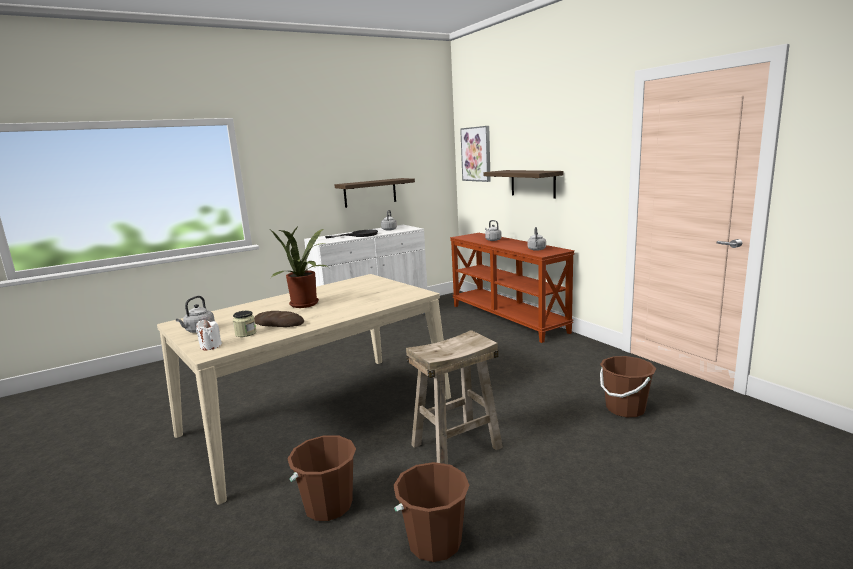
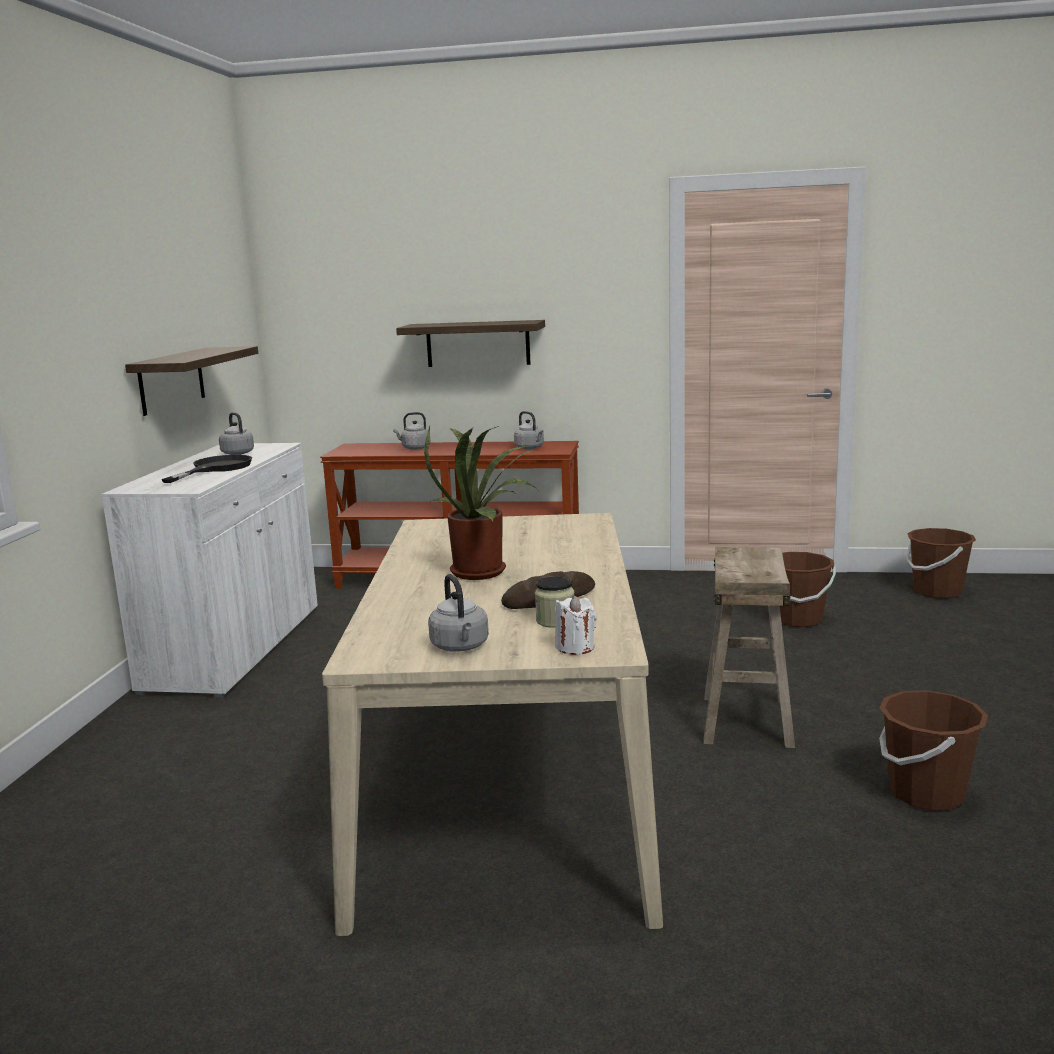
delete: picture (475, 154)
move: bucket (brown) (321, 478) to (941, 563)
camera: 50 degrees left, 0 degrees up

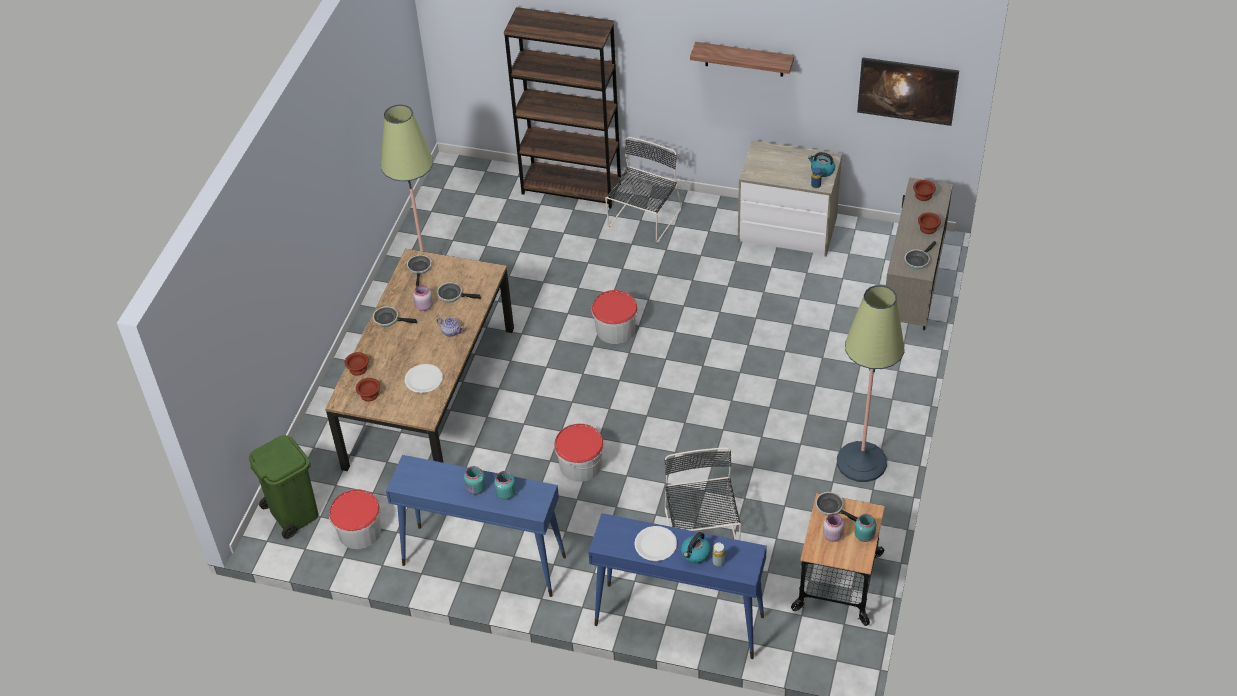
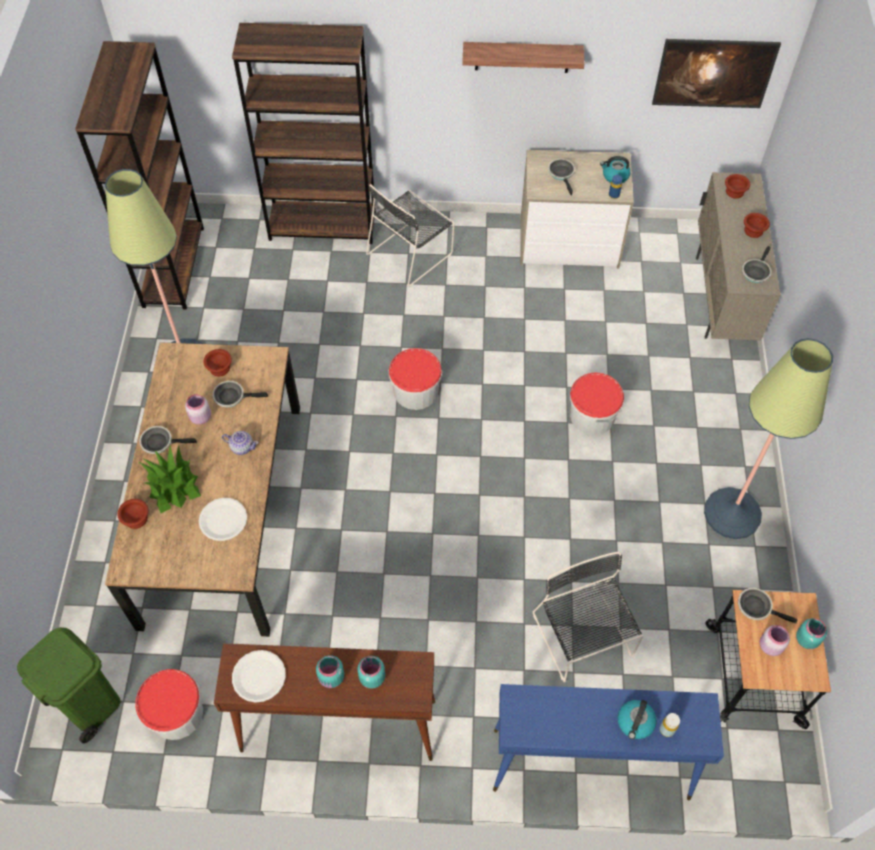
insert: bookcase (brown) (139, 175); potted plant (170, 479)
move: frying pan (419, 271) to (561, 177); bowl (brown) (368, 389) to (218, 363); bucket (579, 453) to (597, 404); plate (white) (655, 543) to (259, 676)
recolor: console table (blue) (476, 526) to console table (brown) (324, 702)
rotate: chair (black) (643, 190) = (410, 235) 150 degrees counterclockwise
camera: 15 degrees left, 10 degrees up

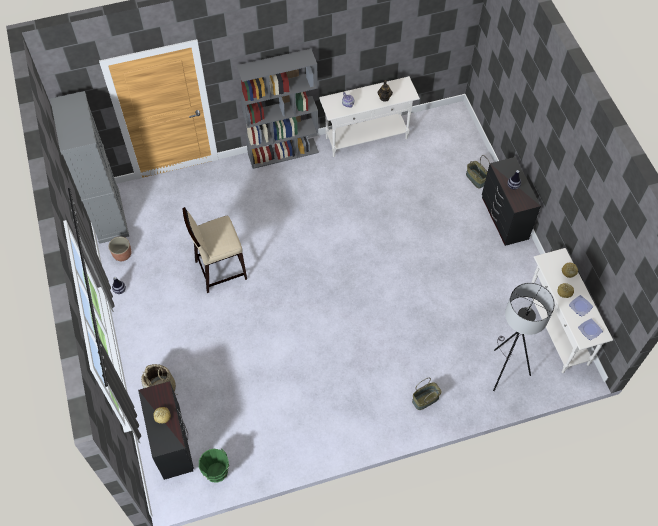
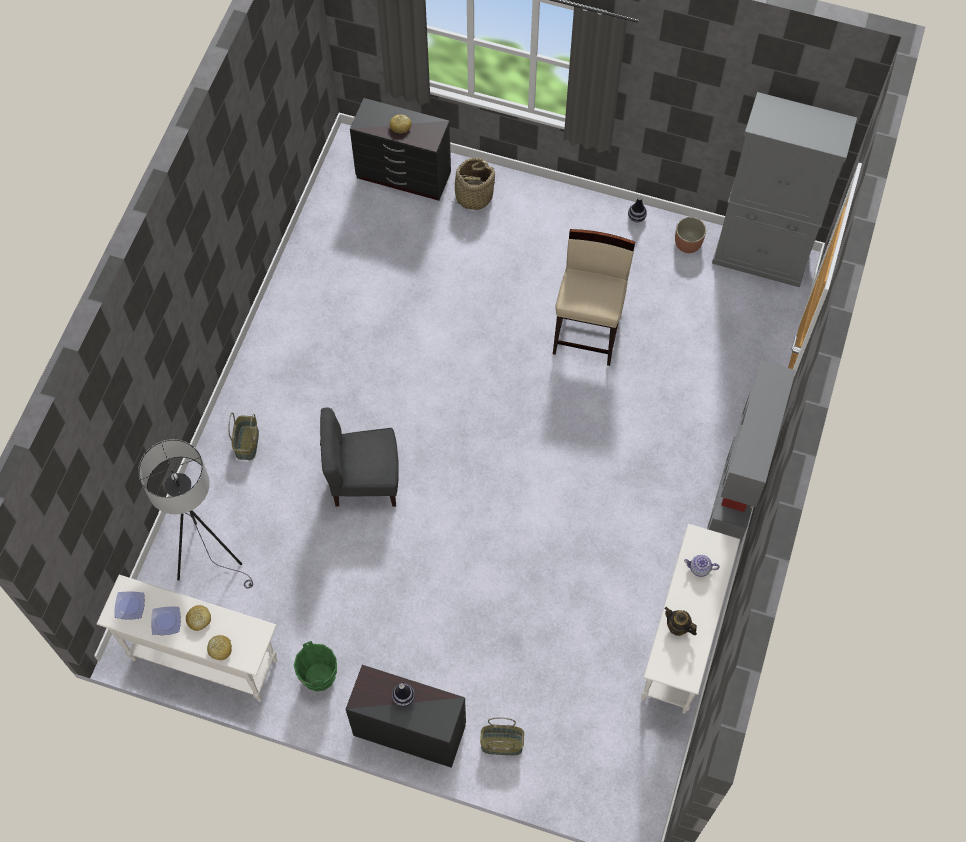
insert: chair (grey) (359, 457)
move: bucket (green) (214, 465) to (315, 666)
camera: 125 degrees right, 5 degrees up

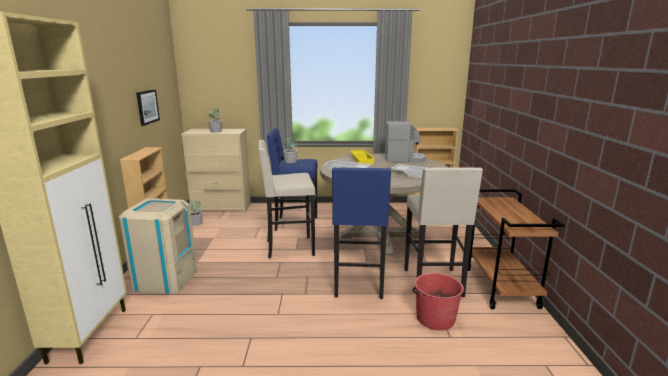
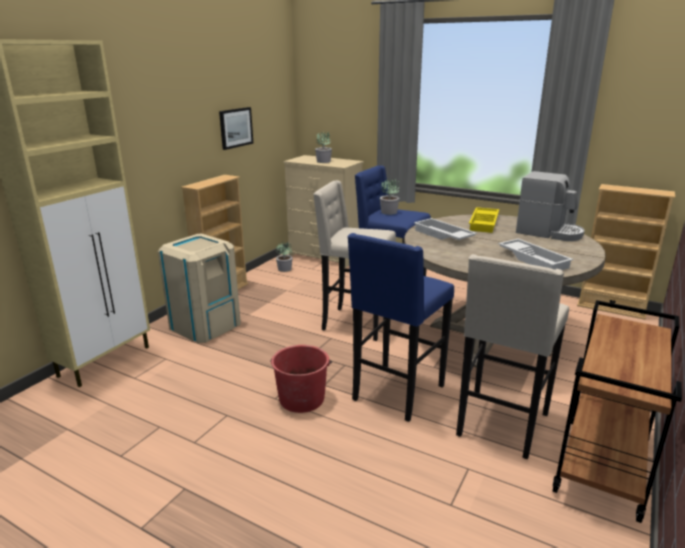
move: bucket (red) (438, 301) to (301, 379)
camera: 30 degrees right, 5 degrees up

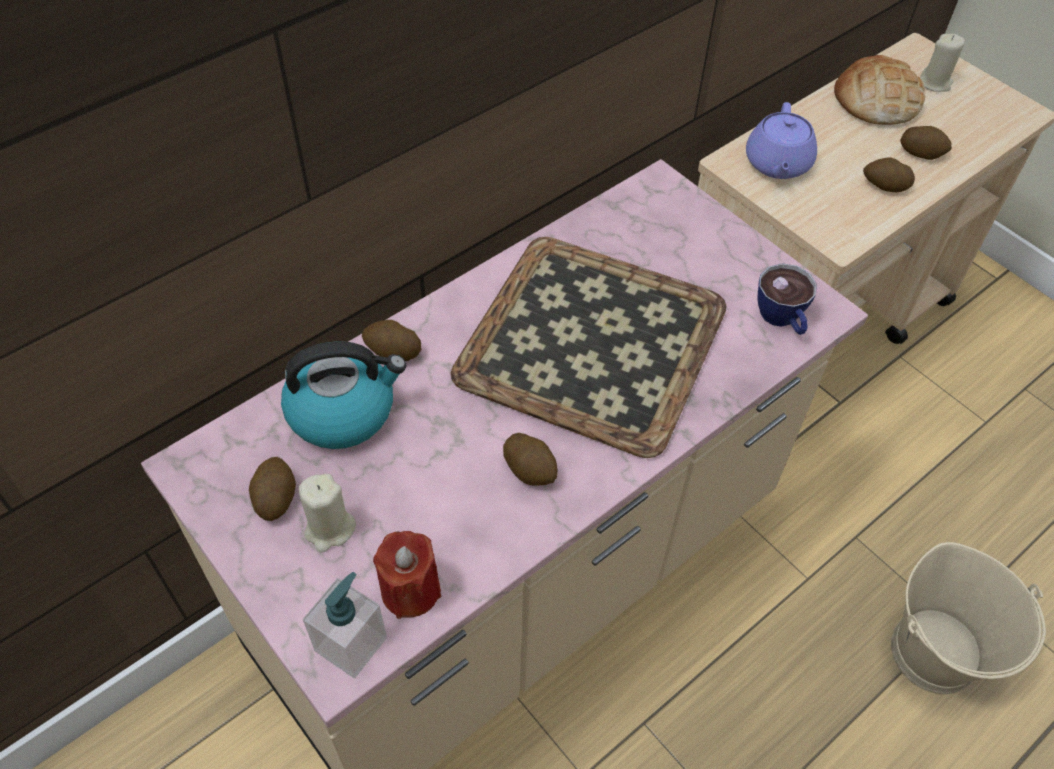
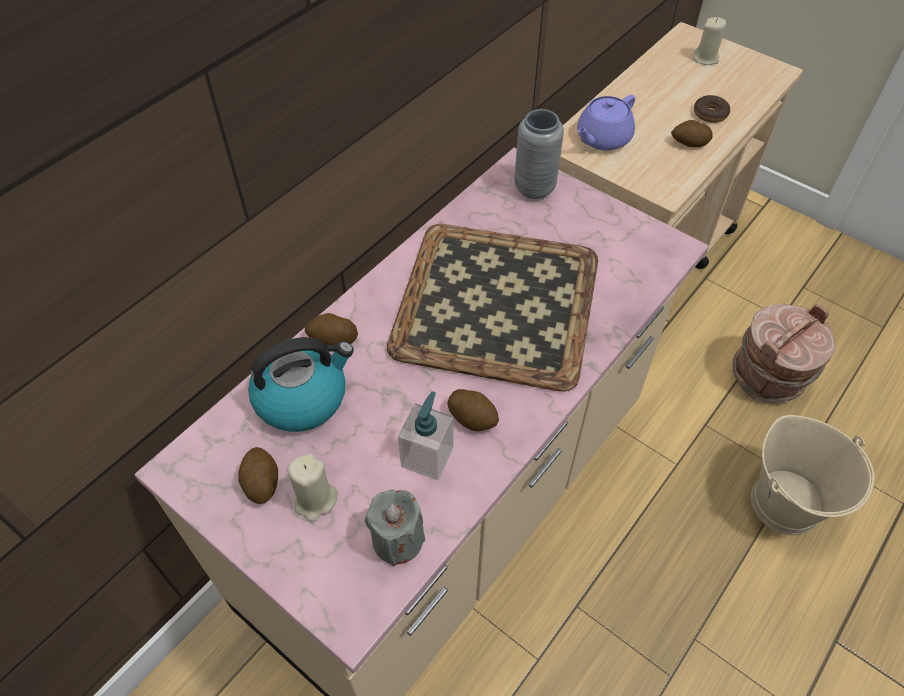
delete: bread (879, 90); cup (787, 299)
insert: vase (grey) (539, 154); bucket (brown) (783, 353)
move: soap dispenser (345, 625) to (425, 435)
replace: potato (926, 143) to donut (712, 109)
recolor: candle (red) (407, 575) to candle (grey) (395, 527)
rotate: teapot (purple) (781, 140) = (606, 123) 45 degrees clockwise
camera: 10 degrees left, 0 degrees up

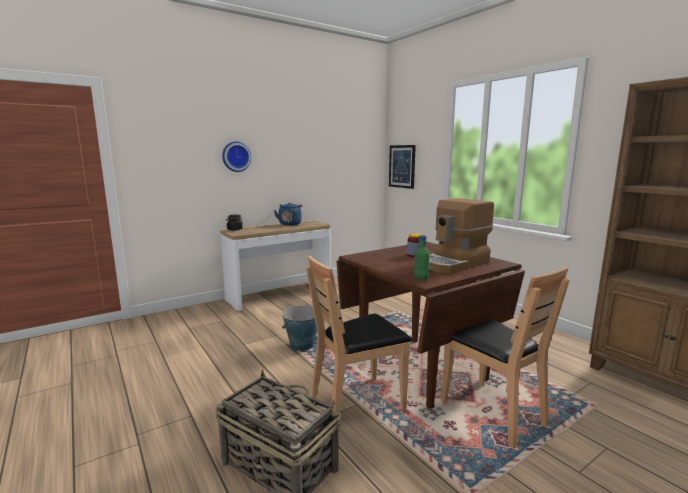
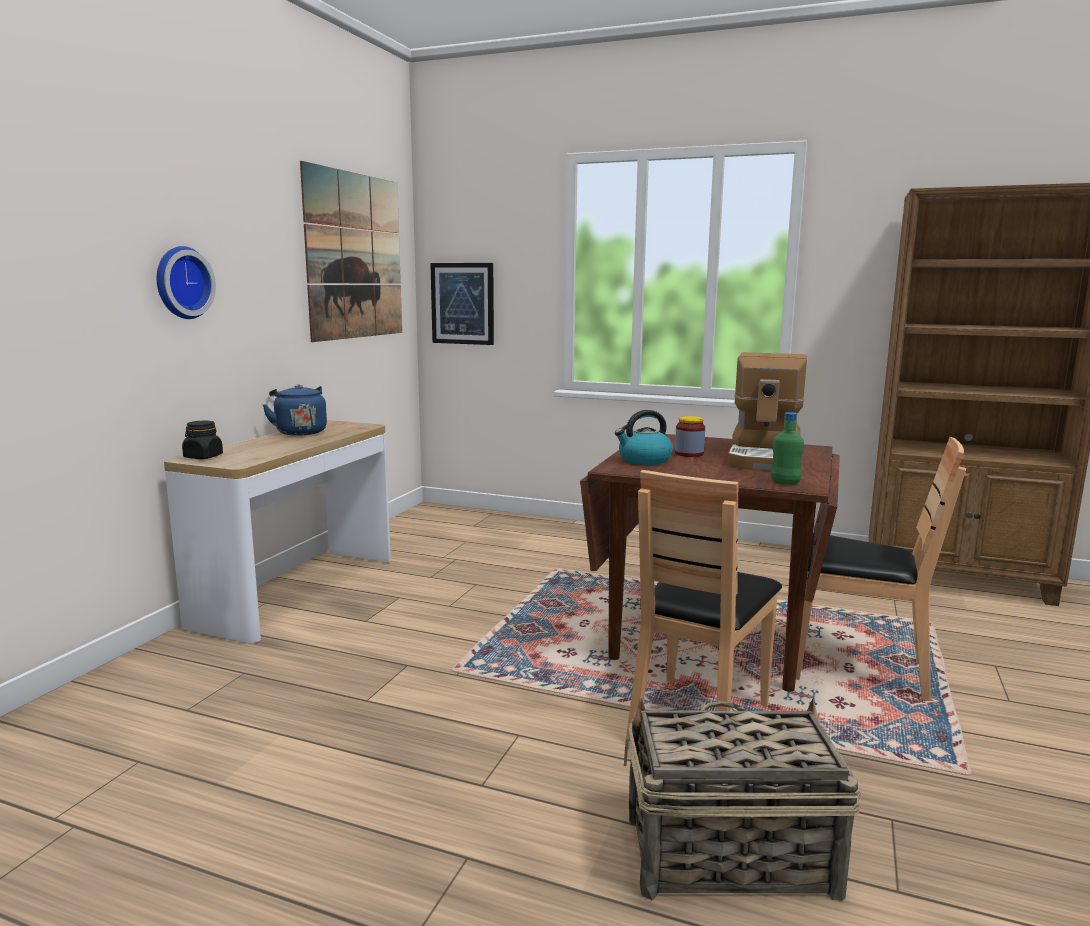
delete: bucket (299, 327)
insert: picture (351, 251); kettle (644, 437)
camera: 35 degrees left, 0 degrees up

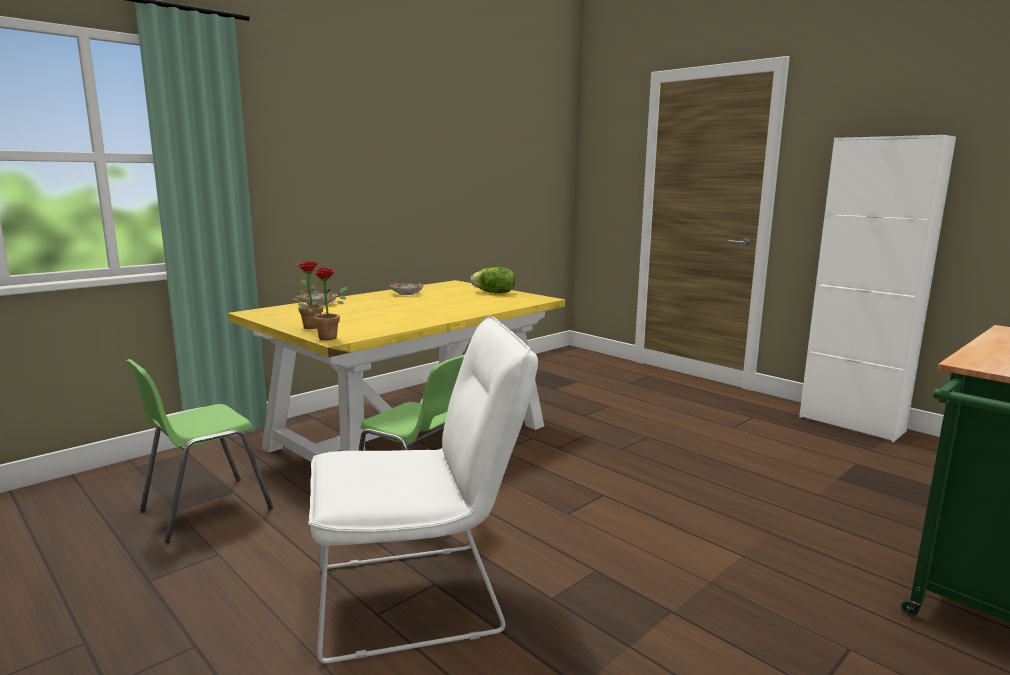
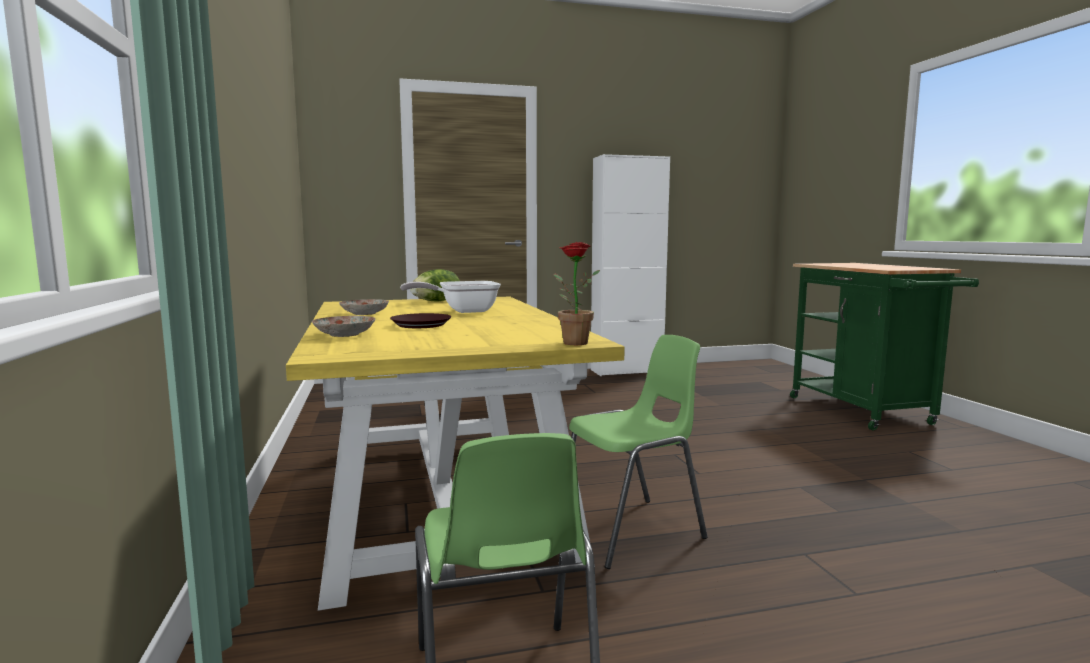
delete: potted plant (308, 295); chair (white) (423, 490)
insert: frying pan (450, 297); plate (brown) (421, 320)
camera: 60 degrees left, 5 degrees down

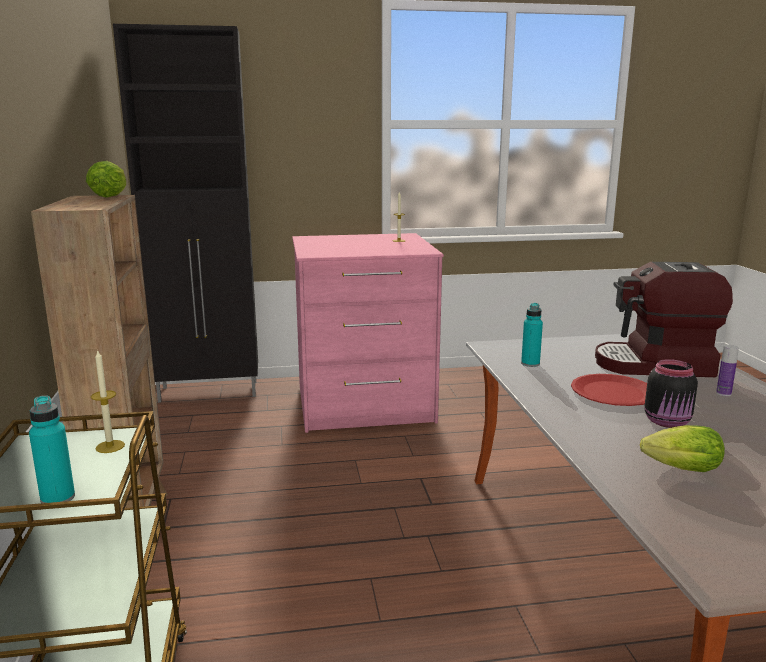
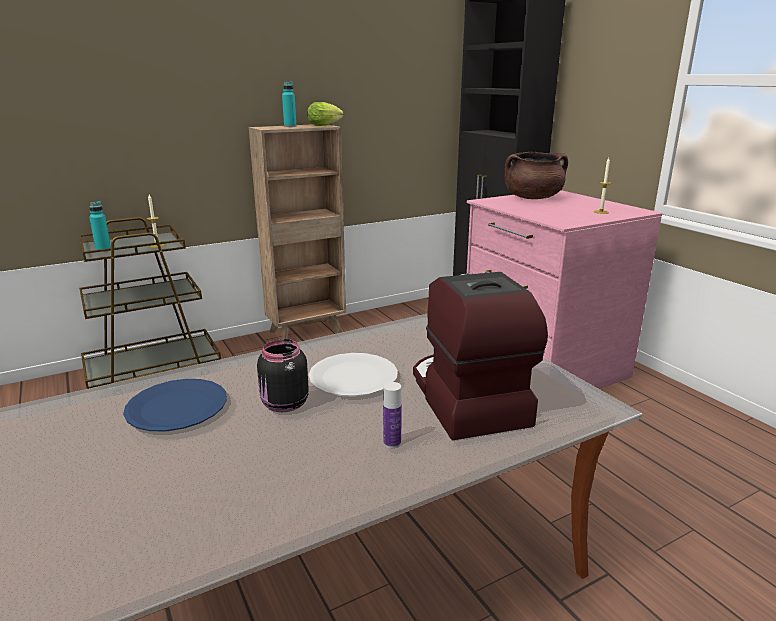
insert: cooking pot (brown) (536, 175)
move: bottle (turquoise) (532, 335) to (289, 104)
replace: lettuce (682, 448) to plate (blue) (175, 405)
recolor: plate (red) (609, 390) to plate (white) (353, 375)
camera: 70 degrees right, 5 degrees up

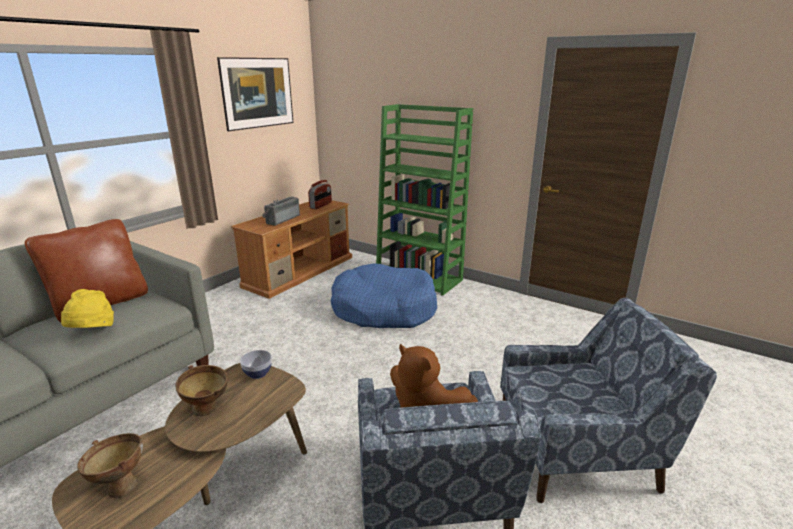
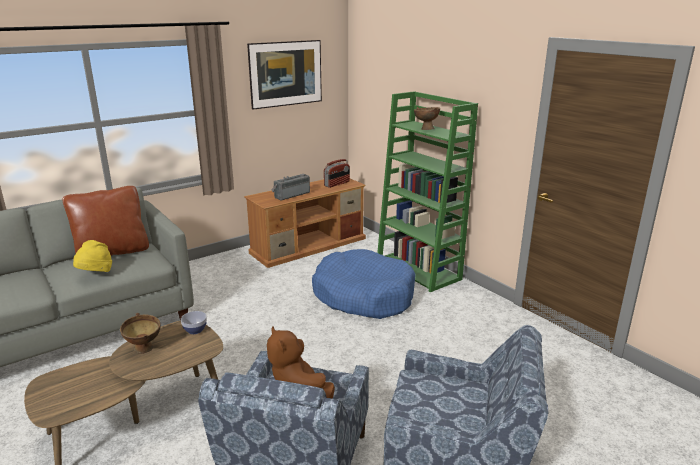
move: bowl (brown) (110, 465) to (427, 118)
camera: 20 degrees right, 0 degrees up

